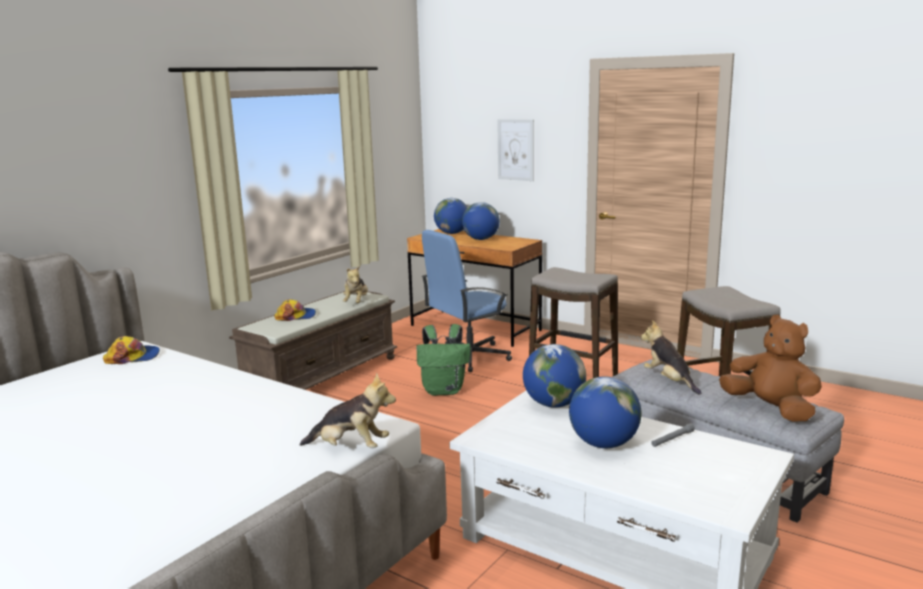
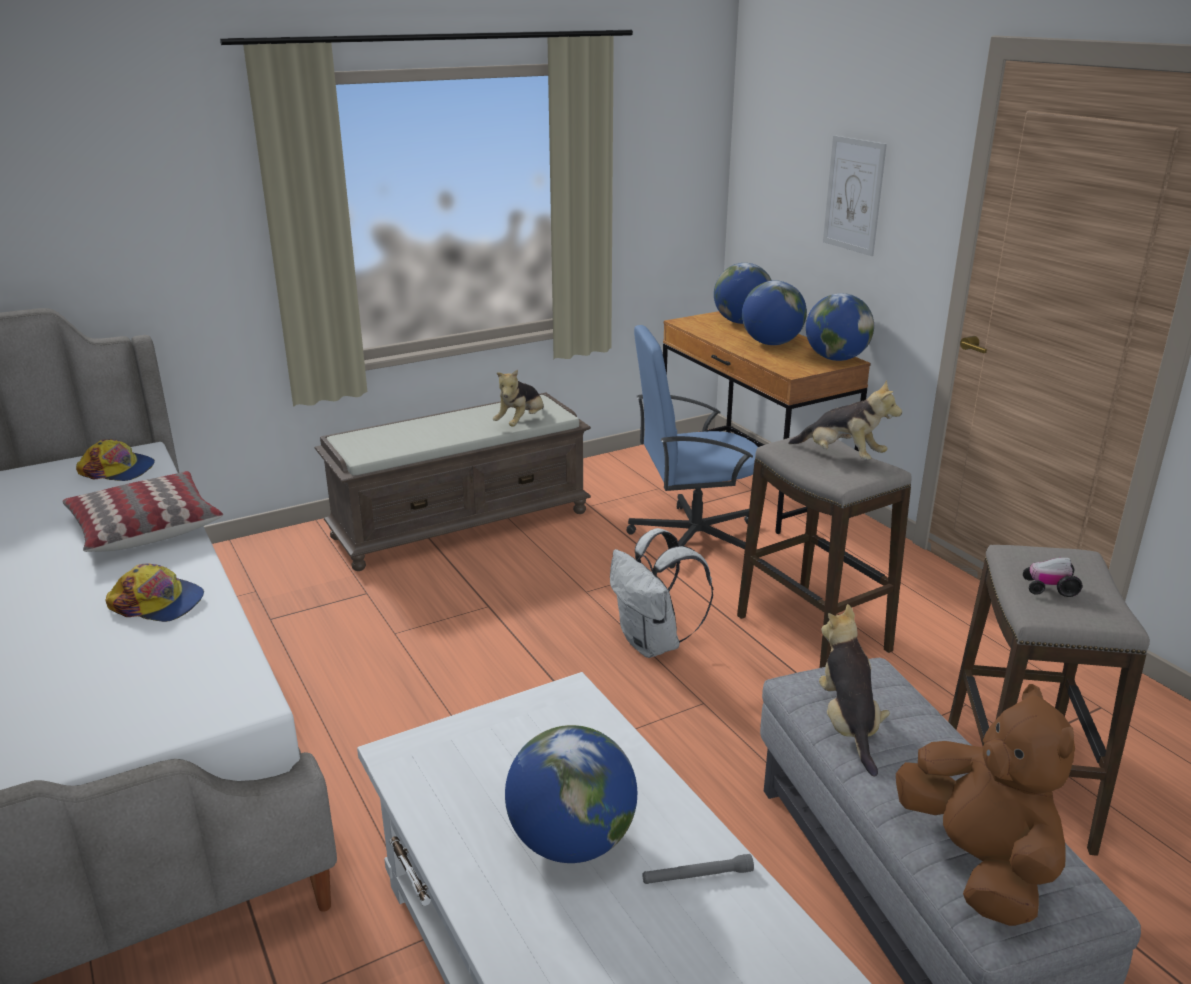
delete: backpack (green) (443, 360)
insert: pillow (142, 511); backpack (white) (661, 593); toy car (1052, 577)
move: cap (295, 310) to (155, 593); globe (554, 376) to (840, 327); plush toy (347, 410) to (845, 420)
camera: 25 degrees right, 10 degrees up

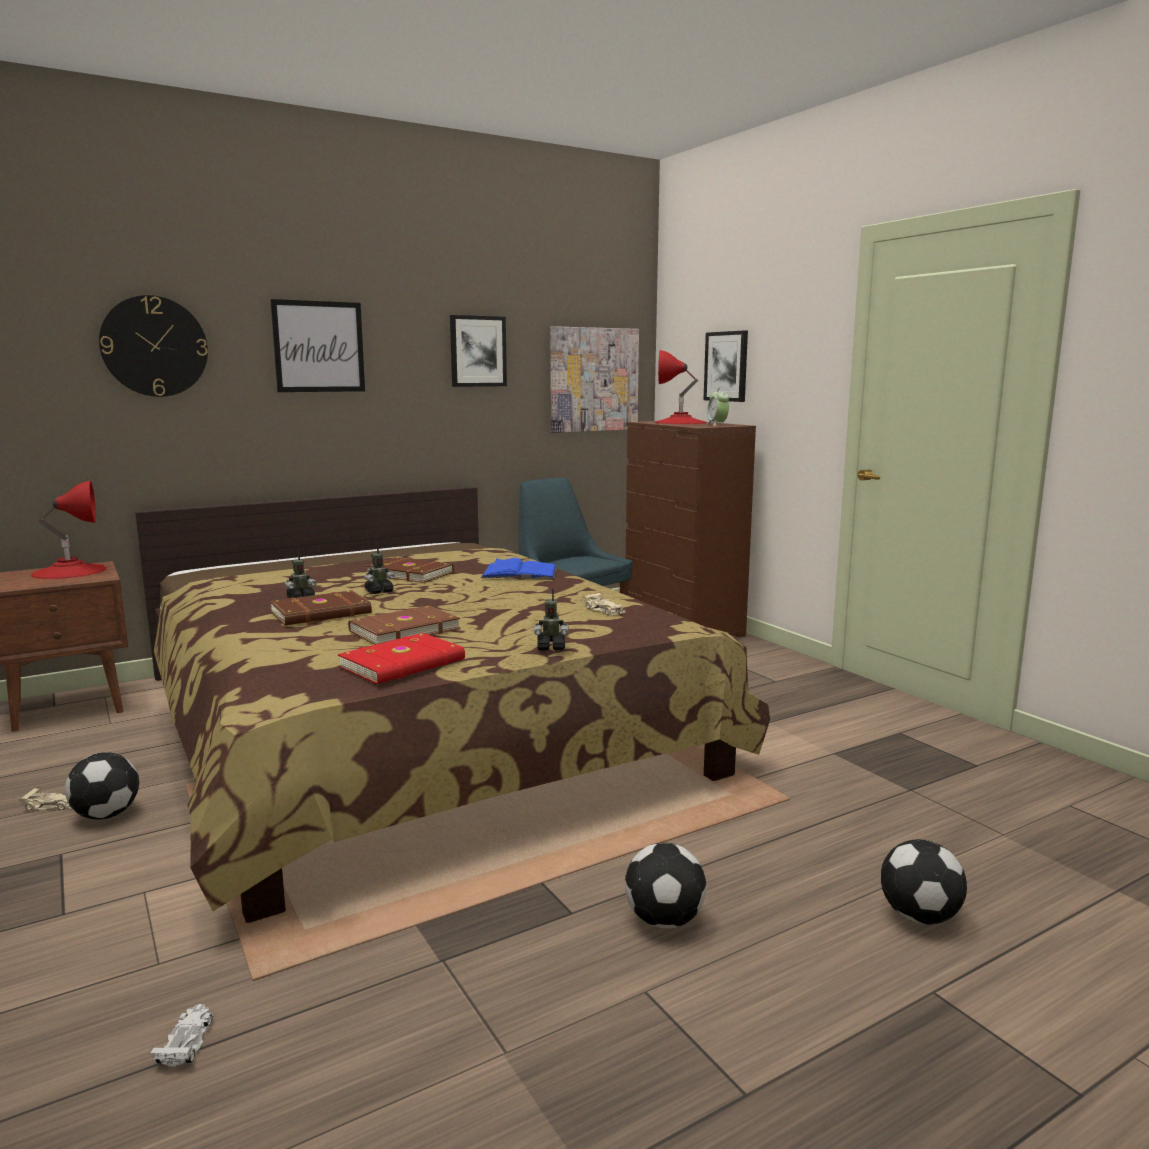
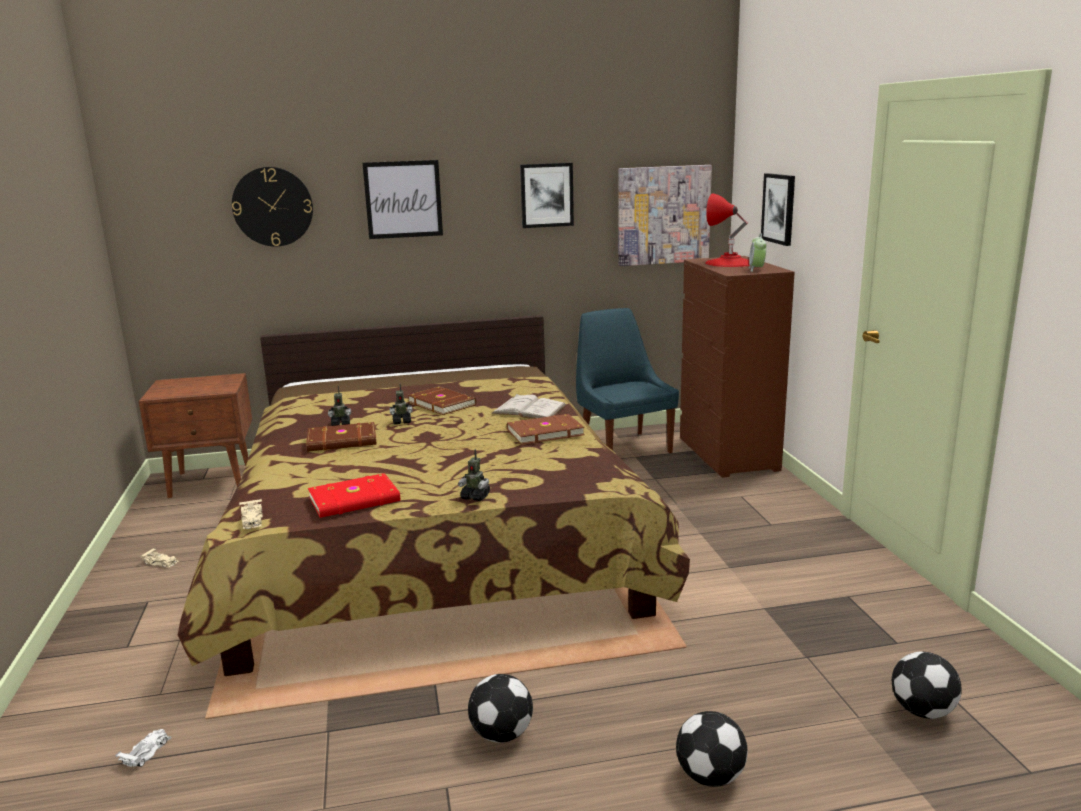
delete: table lamp (red) (68, 530)
move: toy car (beige) (604, 604) to (251, 514); book (brown) (404, 625) to (546, 429); football (102, 785) to (927, 685)
recolor: book (blue) (519, 568) to book (white) (528, 406)
camera: 20 degrees right, 5 degrees up

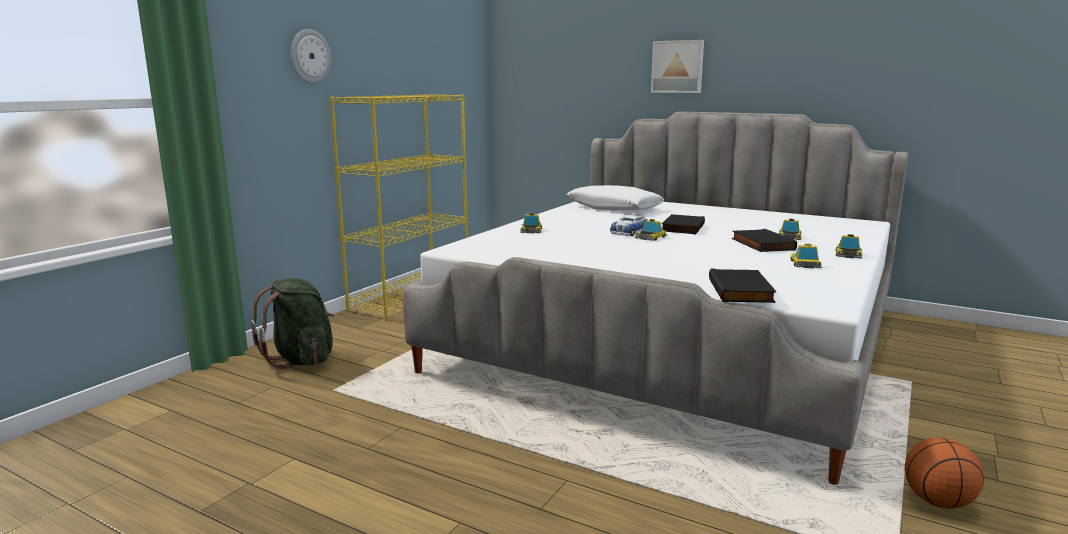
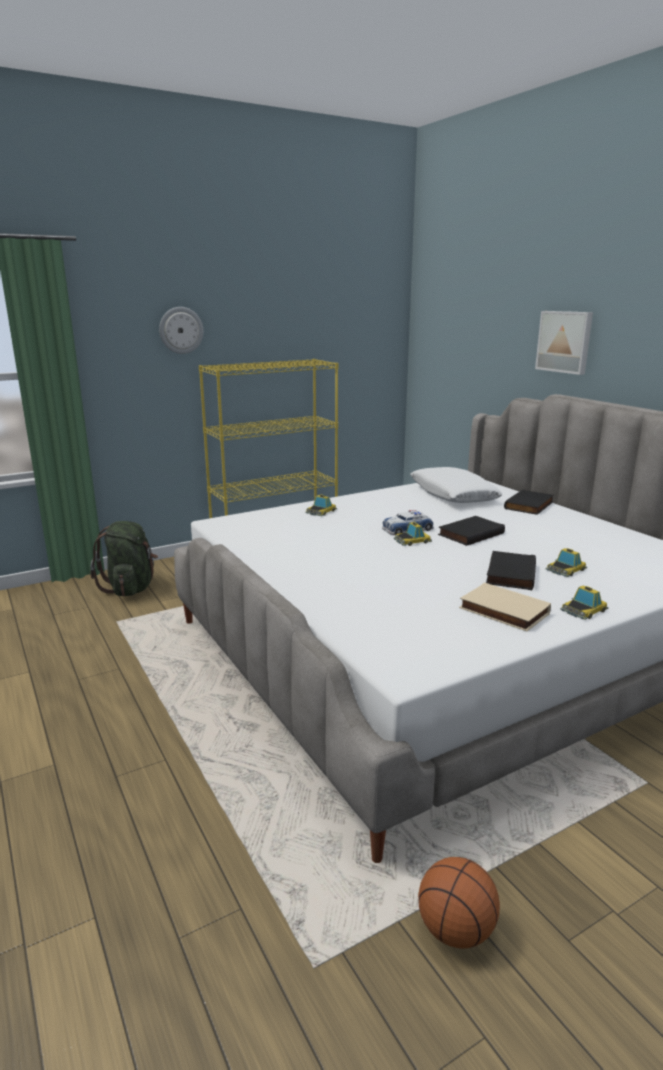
move: book (black) (742, 285) to (529, 502)
replace: toy car (806, 255) to book (beige) (505, 607)
camera: 30 degrees right, 5 degrees up

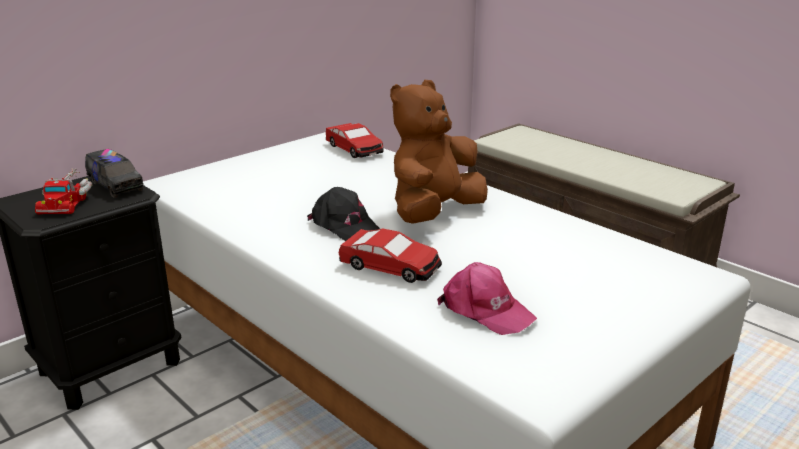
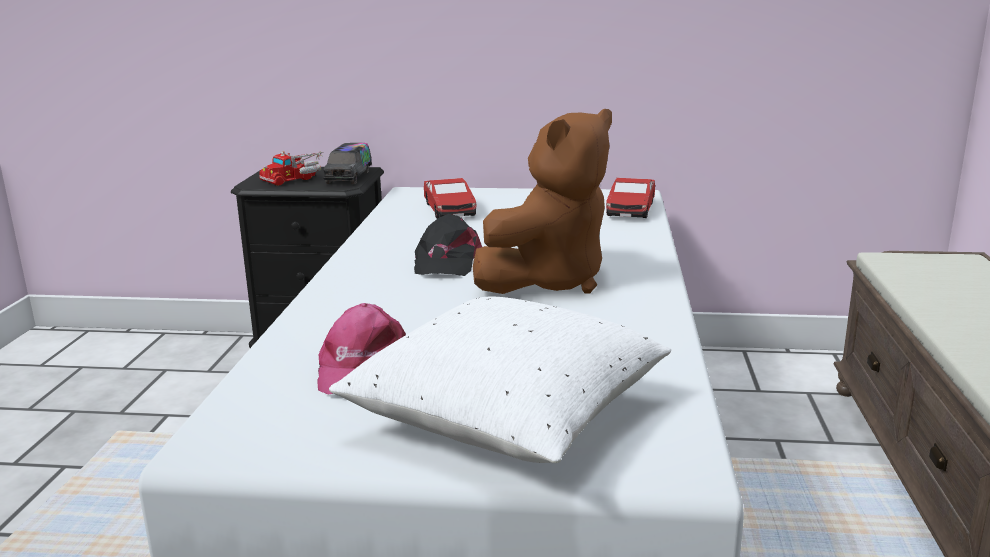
insert: pillow (white) (500, 380)
move: toy car (390, 256) to (450, 198)
rotate: plush toy (brown) (439, 152) = (542, 201) 135 degrees clockwise
camera: 50 degrees right, 5 degrees down

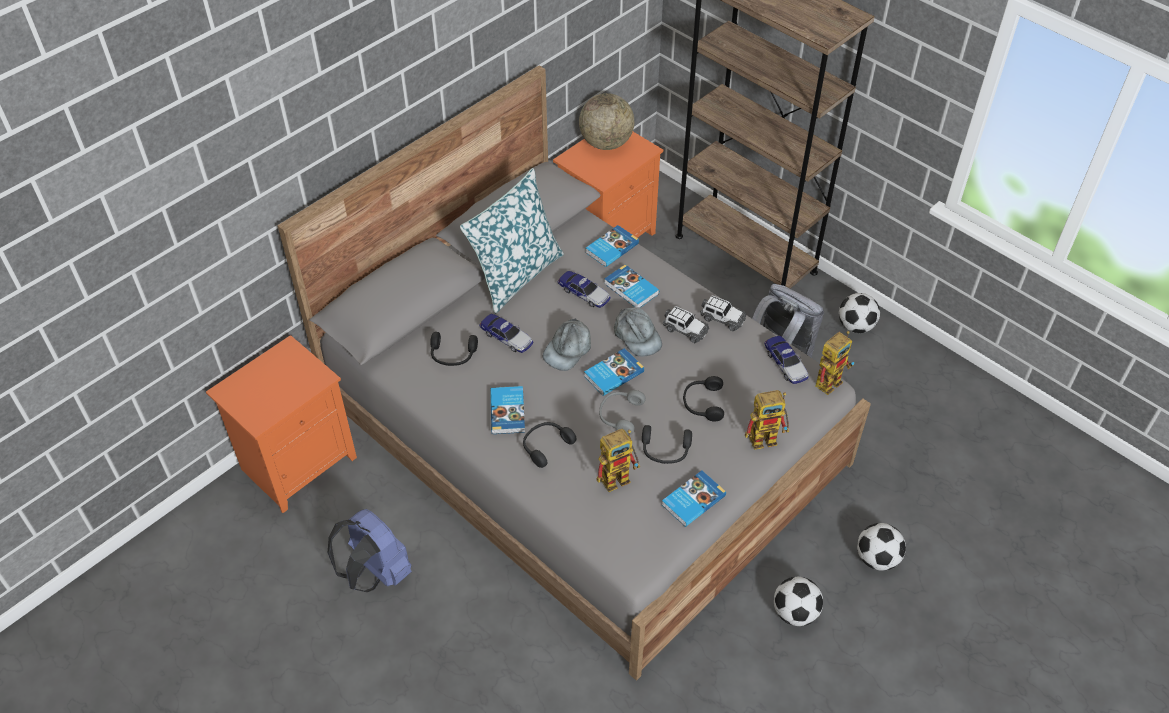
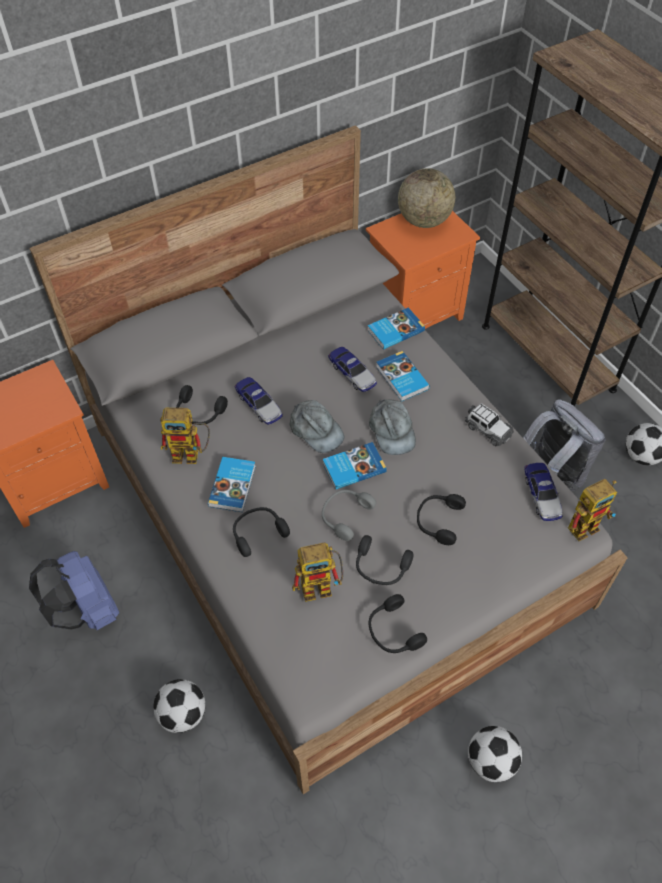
delete: pillow (512, 241); toy car (686, 324)
move: toy robot (767, 420) to (185, 436); football (881, 547) to (179, 706)
replace: book (694, 498) to headphones (black) (398, 623)
rotate: cap (grey) (567, 344) = (317, 426) 90 degrees counterclockwise
camera: 15 degrees right, 5 degrees up

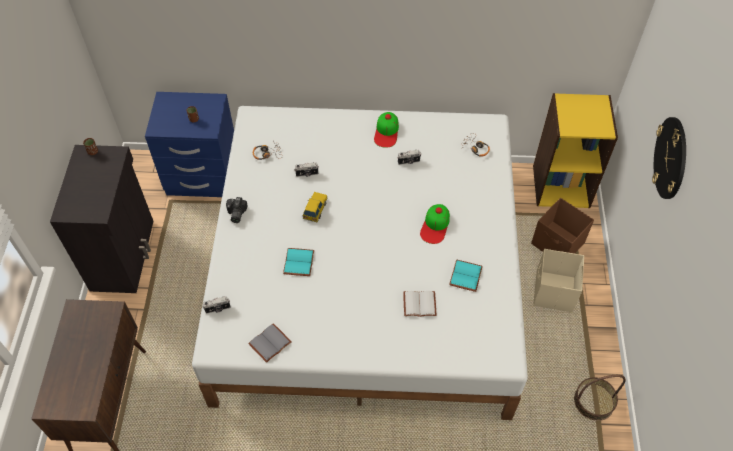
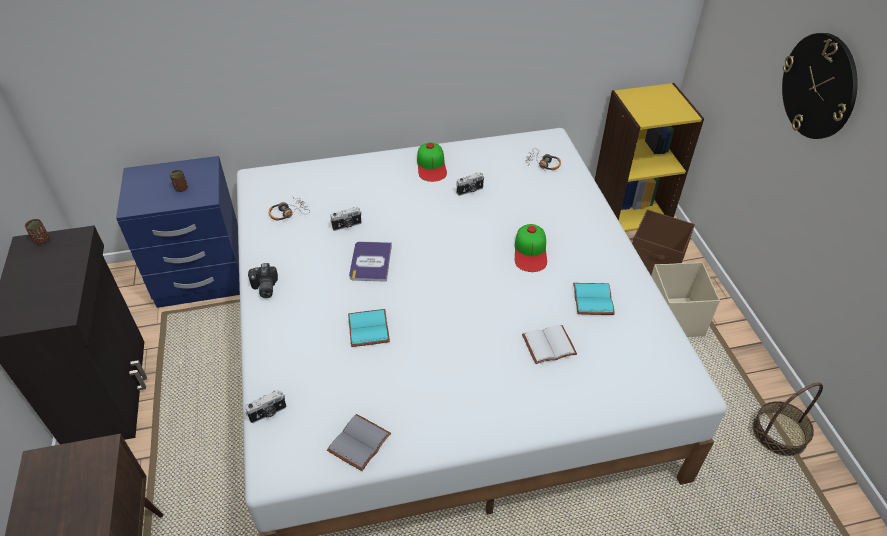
replace: toy car (315, 207) to book (370, 262)
camera: 15 degrees left, 10 degrees down

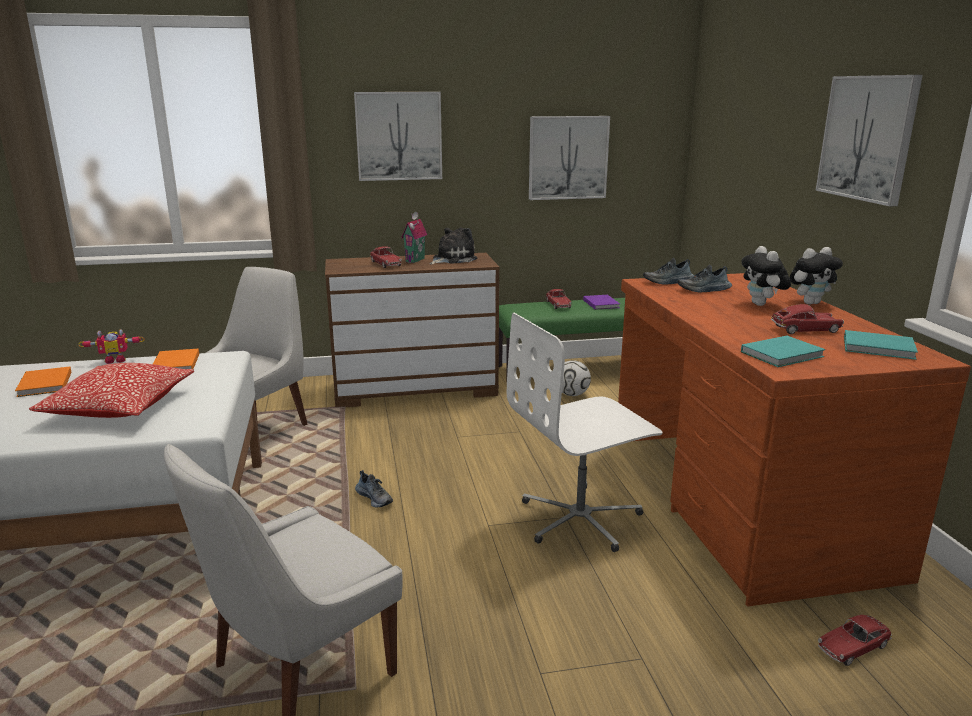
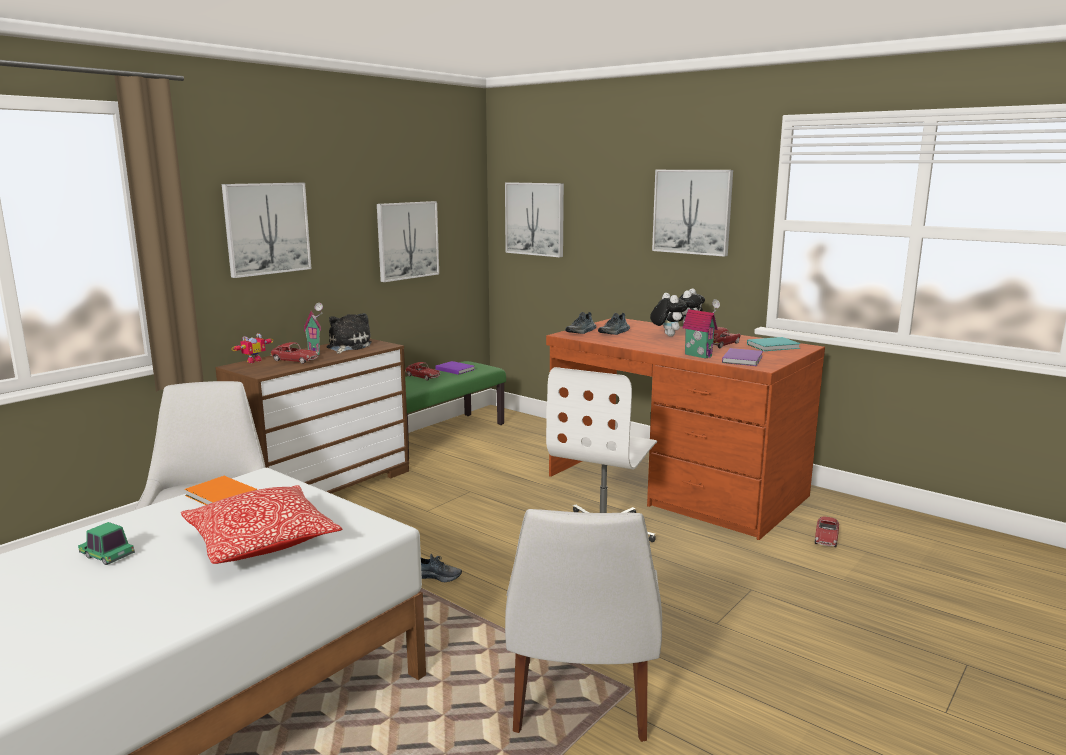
delete: football (576, 378)
insert: picture (534, 219); toy house (701, 329)
move: toy robot (112, 346) to (252, 348)
replace: book (orange) (43, 382) to toy car (106, 543)
recolor: book (turquoise) (783, 351) to book (purple) (742, 357)
rotate: plush toy (766, 276) = (668, 314) 150 degrees counterclockwise
camera: 40 degrees left, 5 degrees down

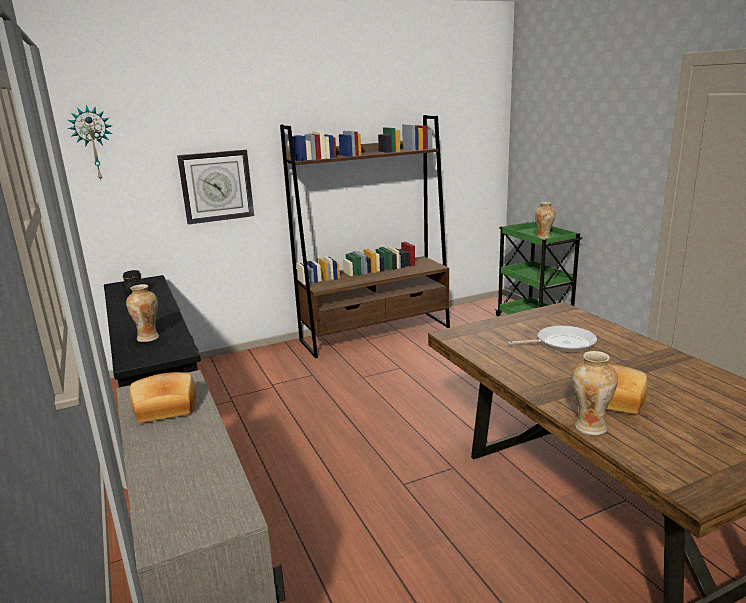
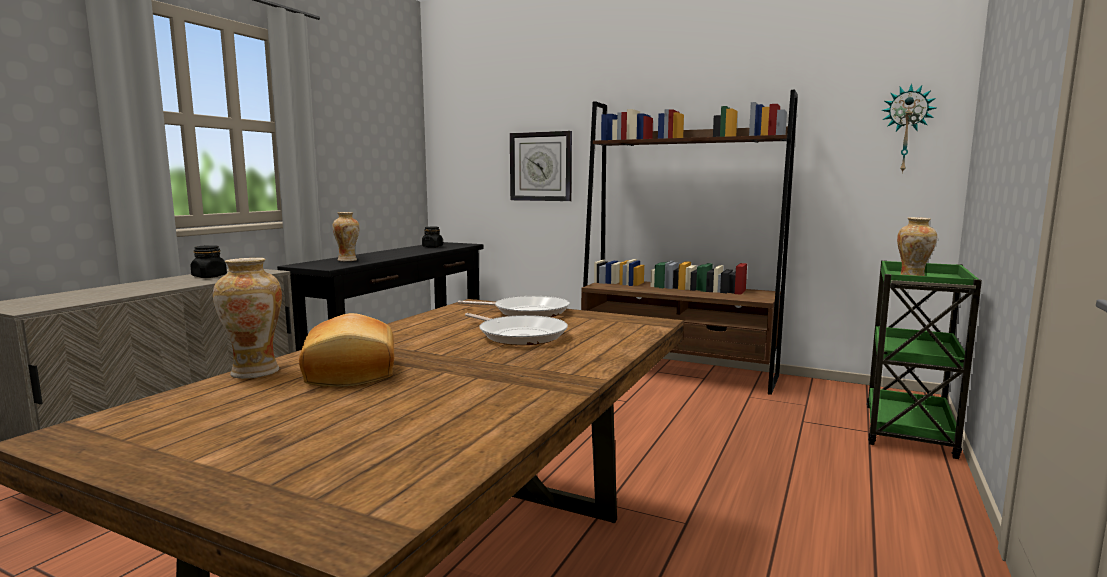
insert: frying pan (514, 306)
move: wall clock (90, 142) to (908, 129)
replace: bread (163, 397) to jar (black) (209, 261)
camera: 50 degrees right, 10 degrees down

